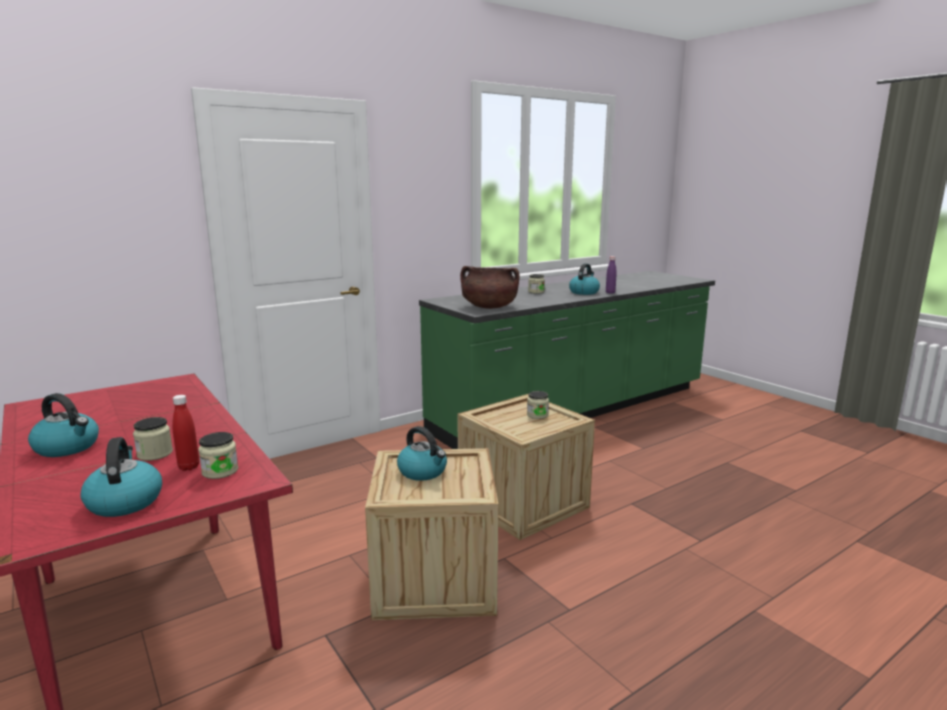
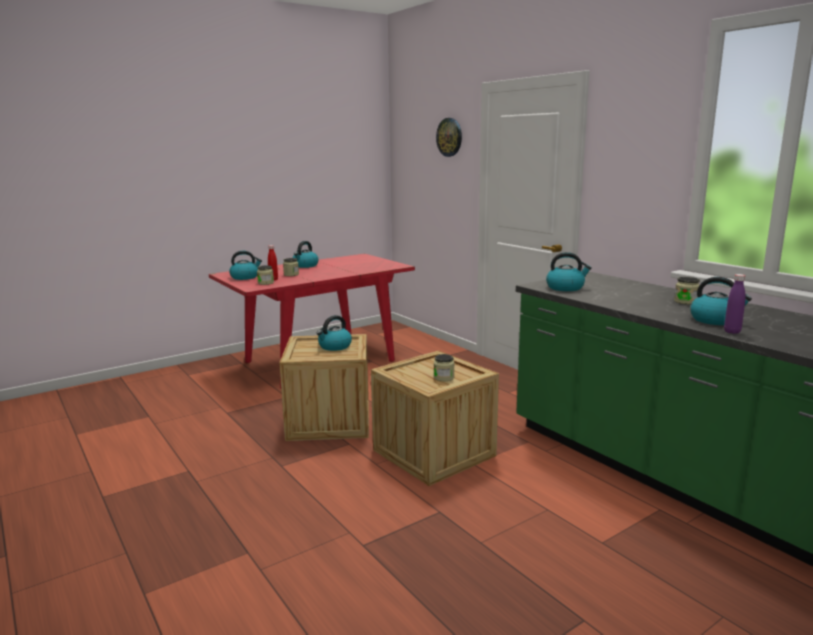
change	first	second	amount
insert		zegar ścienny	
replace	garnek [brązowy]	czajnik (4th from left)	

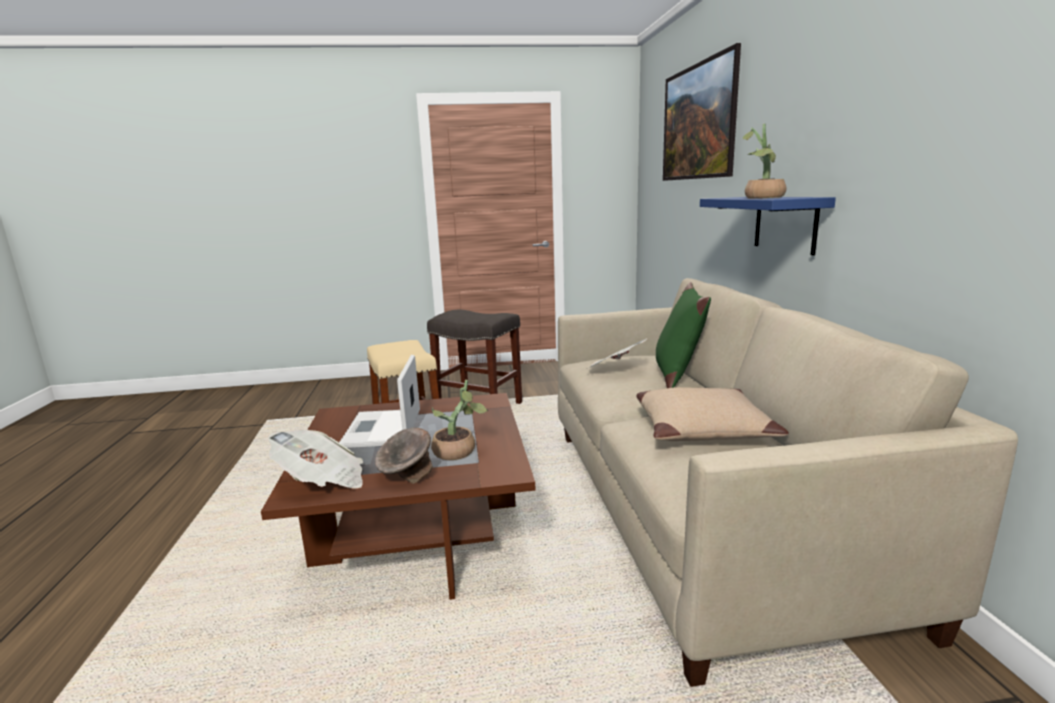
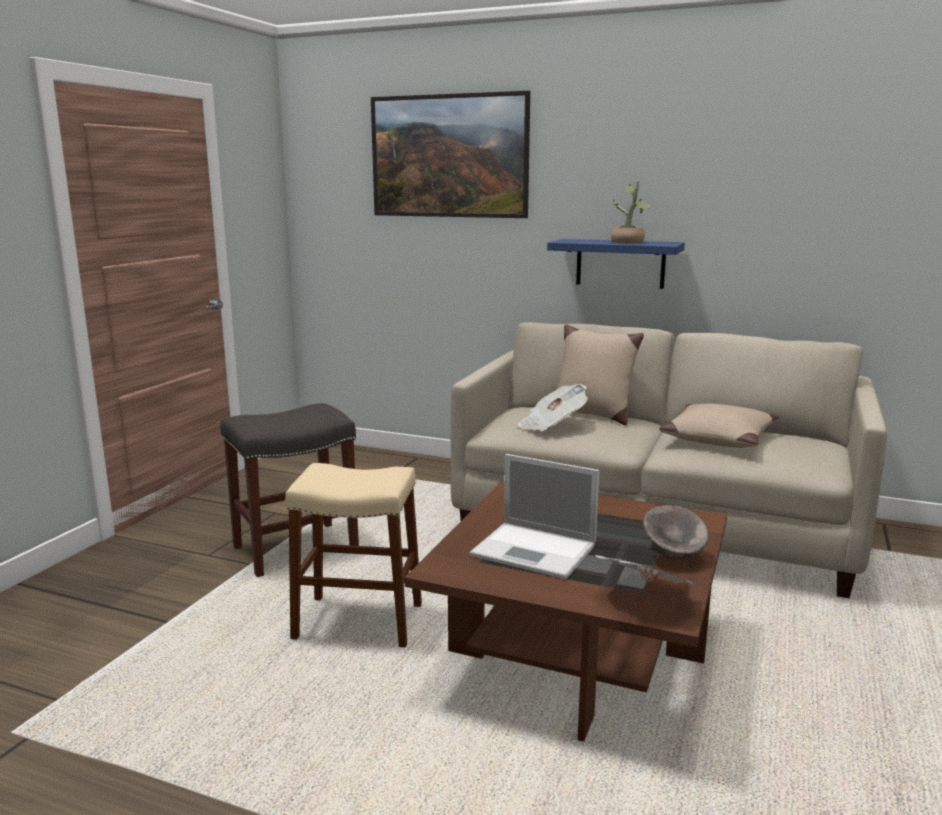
change	first	second	amount
recolor	poduszka [zielony]	poduszka [beżowy] (1st from left)	
delete	roślina doniczkowa (1st from left)		

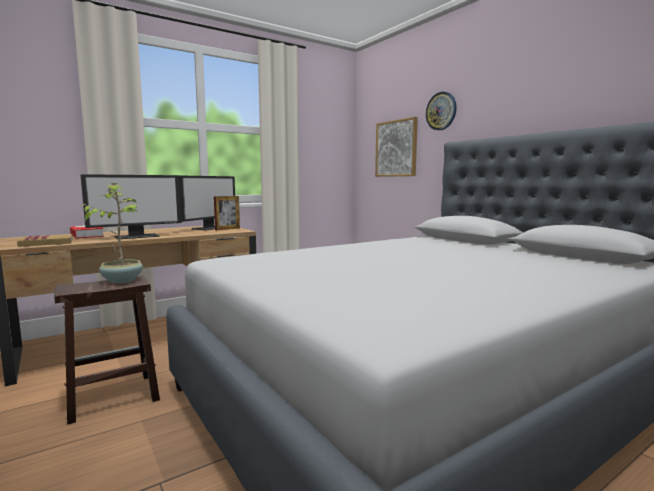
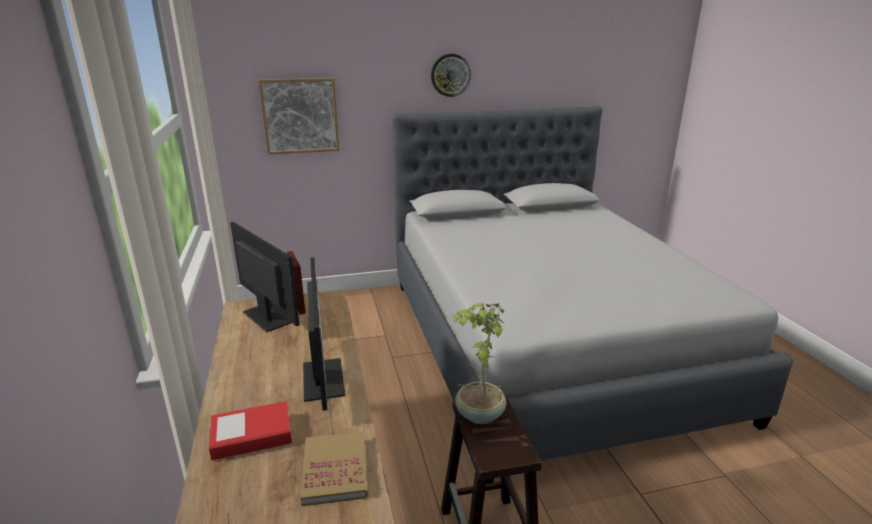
change	first	second	amount
move	zegar ścienny		

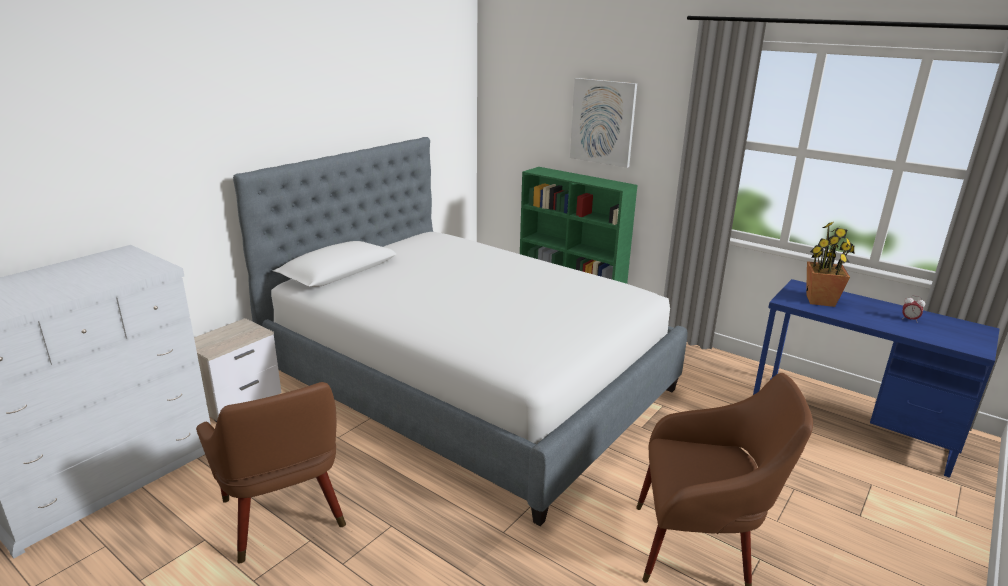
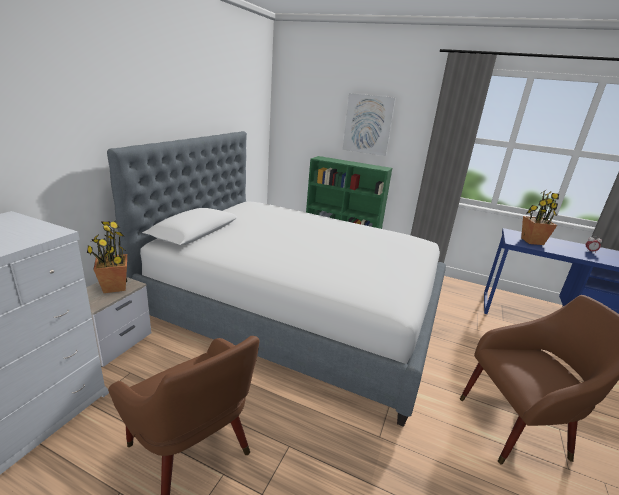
change	first	second	amount
insert		roślina doniczkowa (1st from left)	

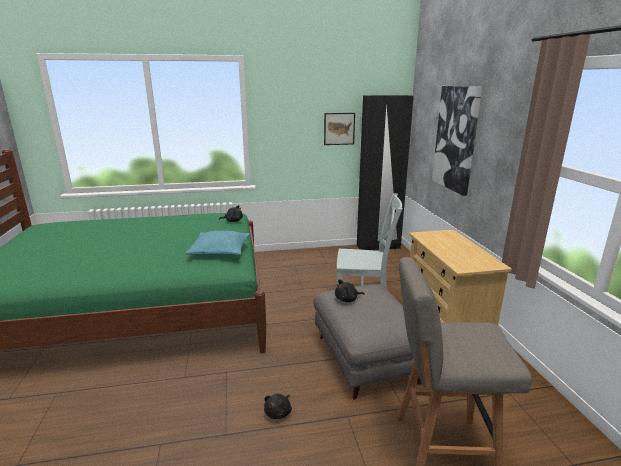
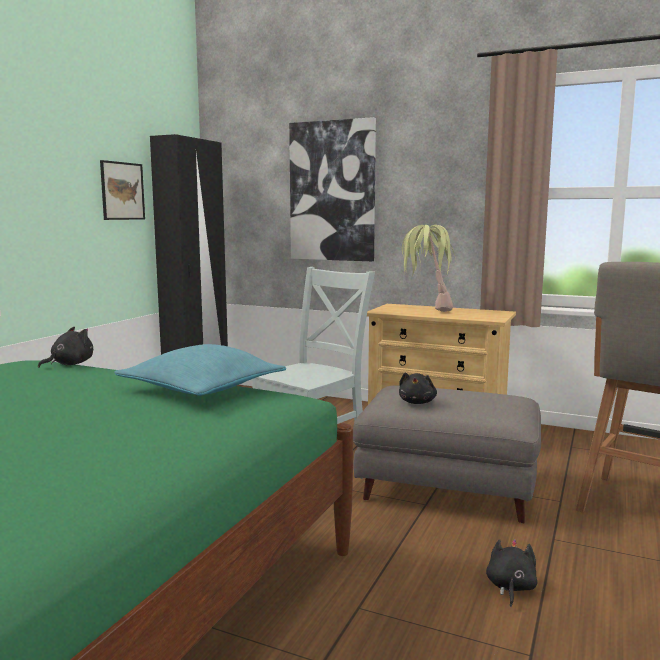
change	first	second	amount
insert		roślina doniczkowa	
rotate	pluszak [czarny] (2nd from left in the first image)	pluszak [czarny] (3rd from left)	135 degrees counterclockwise

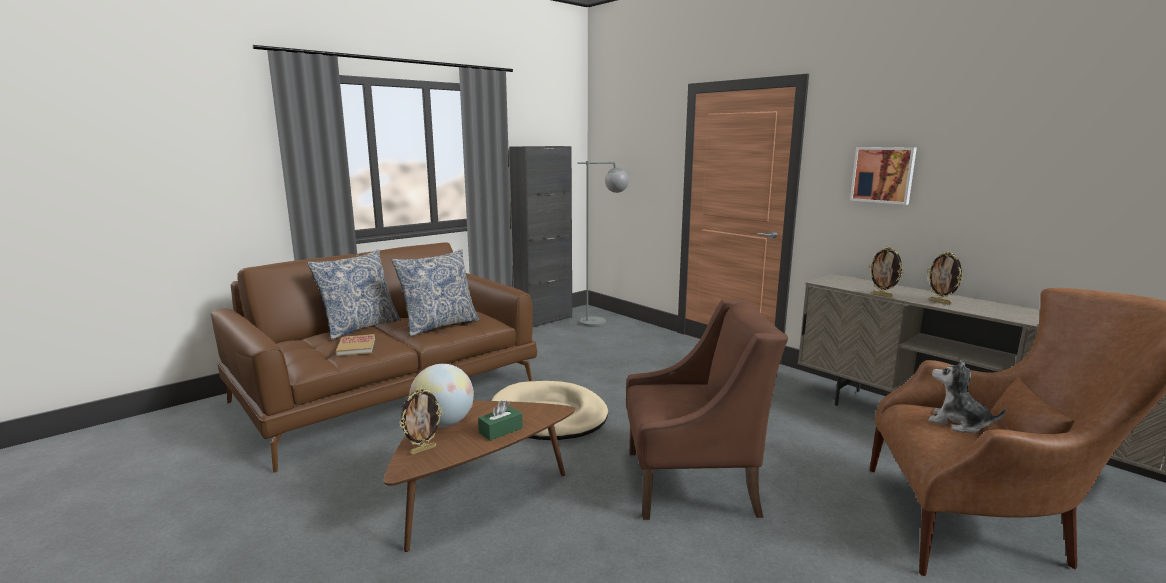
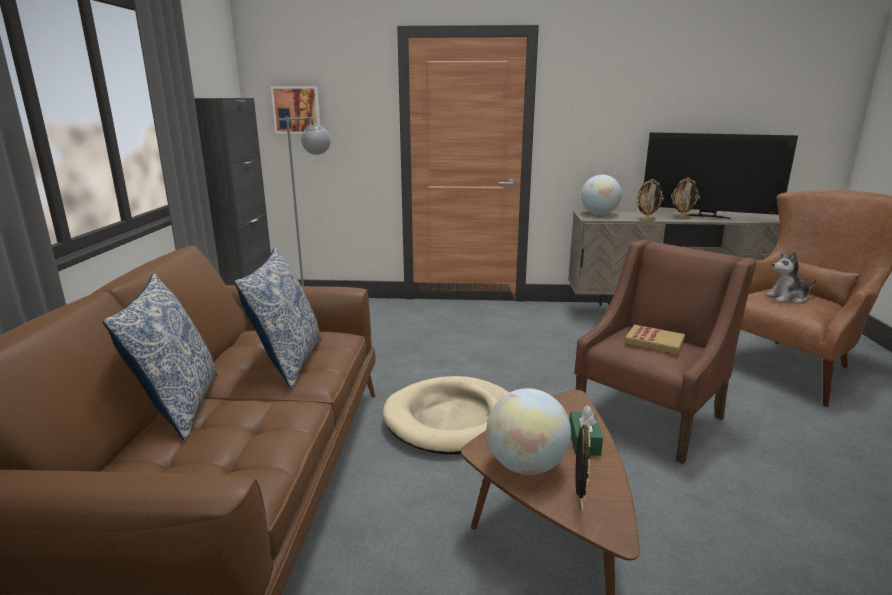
change	first	second	amount
move	obraz		
insert		globus (2nd from left)	
move	książka		
insert		telewizor	

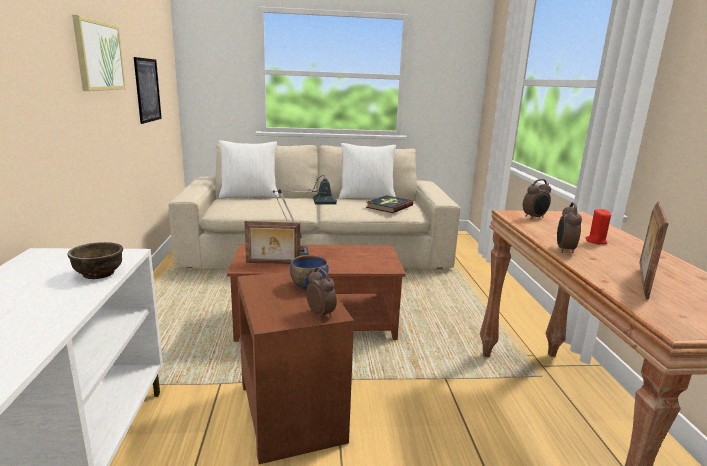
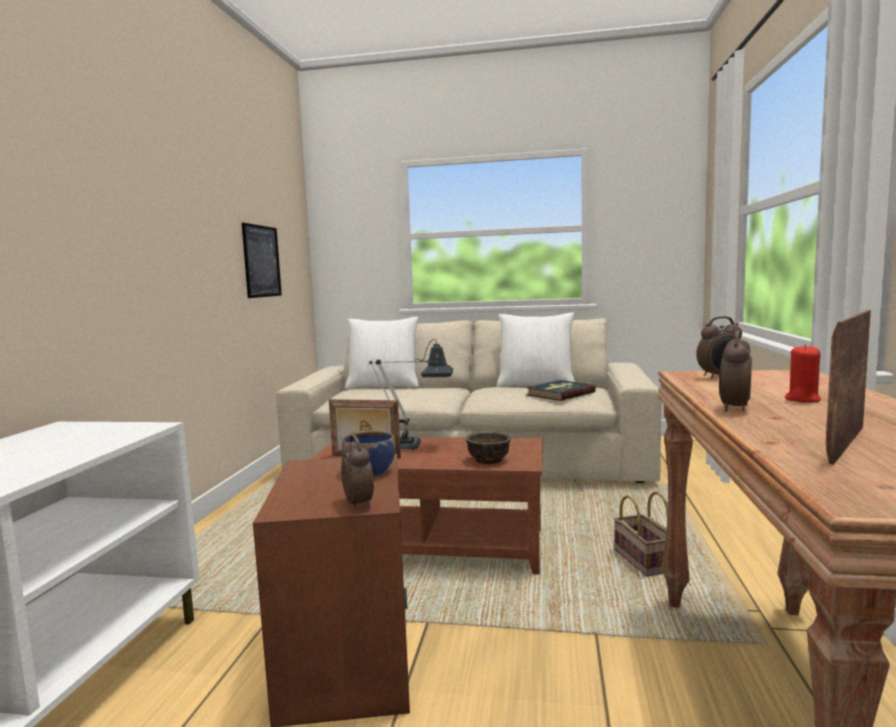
change	first	second	amount
move	miska [brązowy]		
insert		koszyk	
delete	obraz (1st from left)		

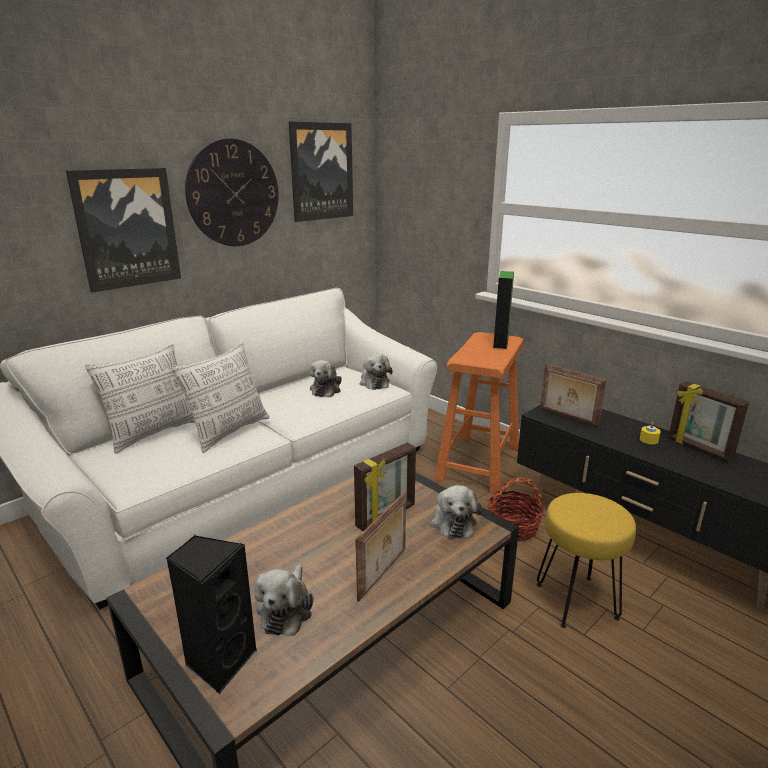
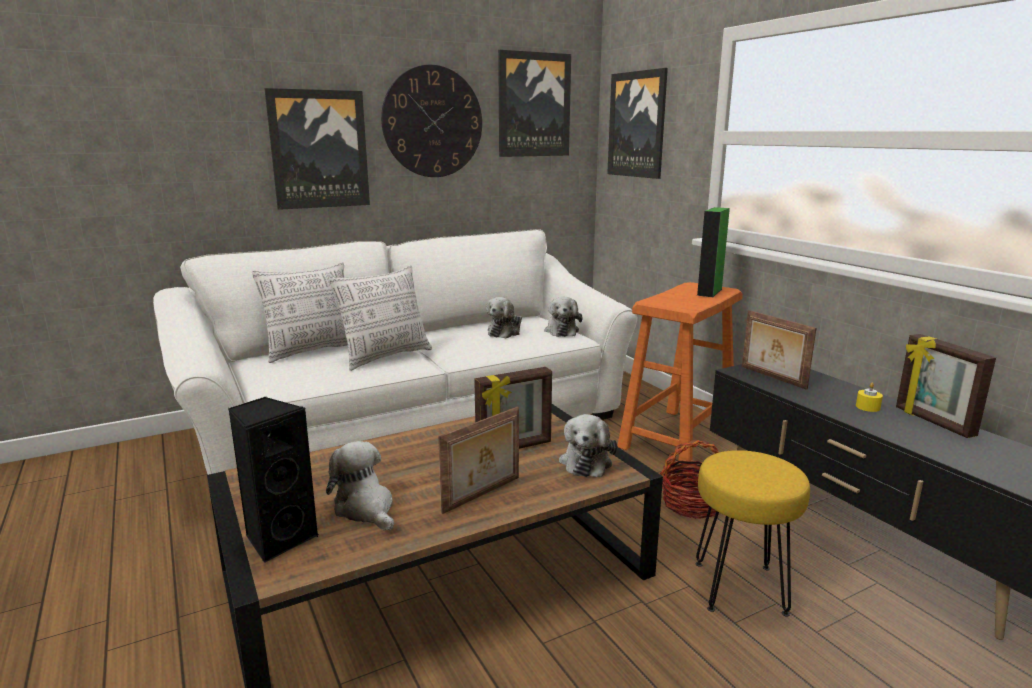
change	first	second	amount
rotate	pluszak (1st from left)		120 degrees clockwise
insert		obraz (3rd from left)	

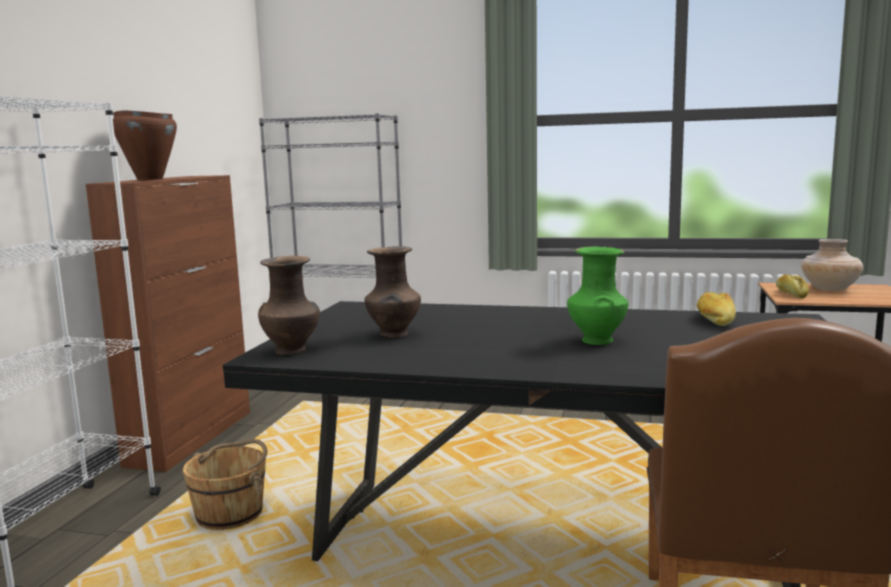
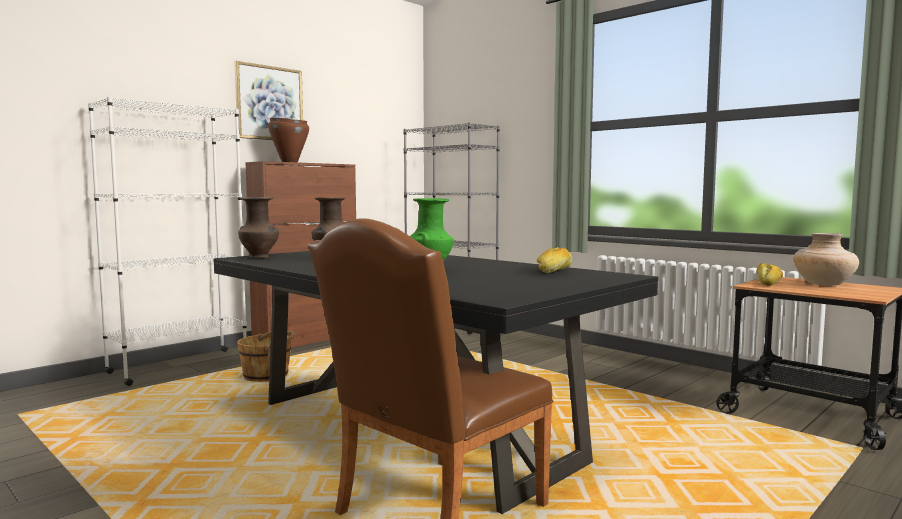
change	first	second	amount
insert		obraz	

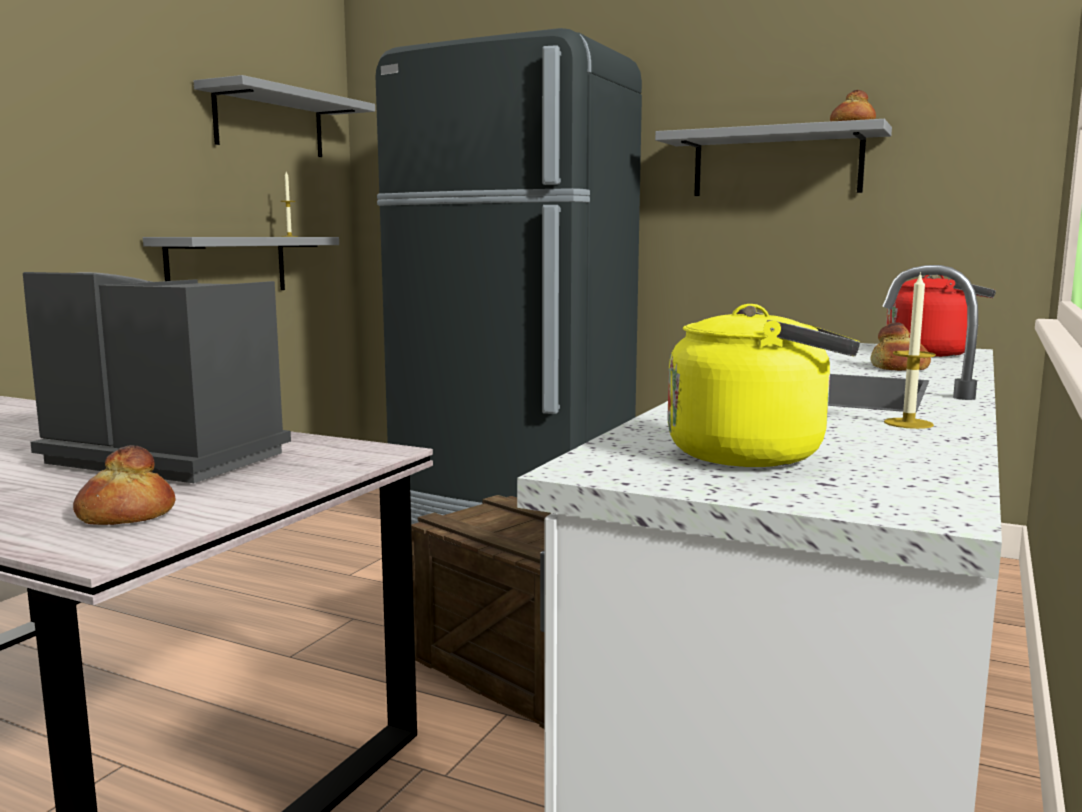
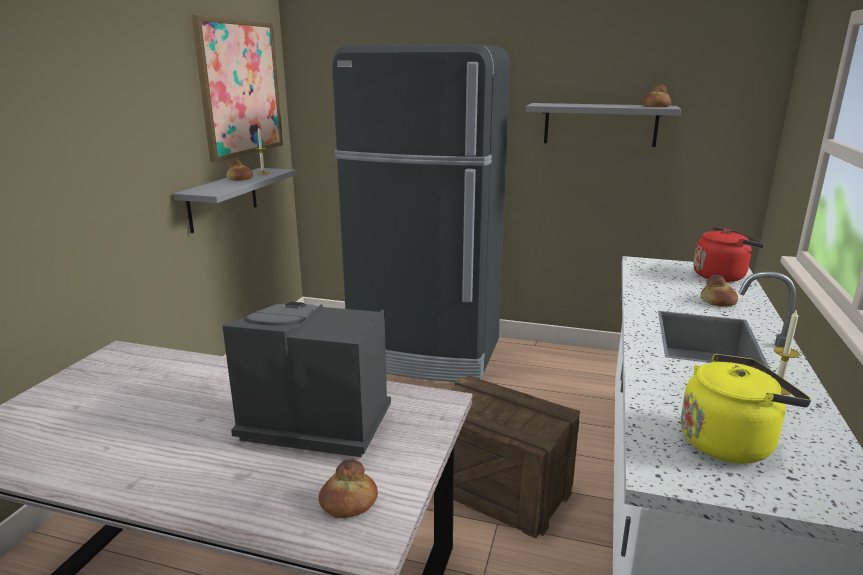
change	first	second	amount
replace	półka [szary] (2nd from left)	obraz	
insert		chleb (1st from left)	

